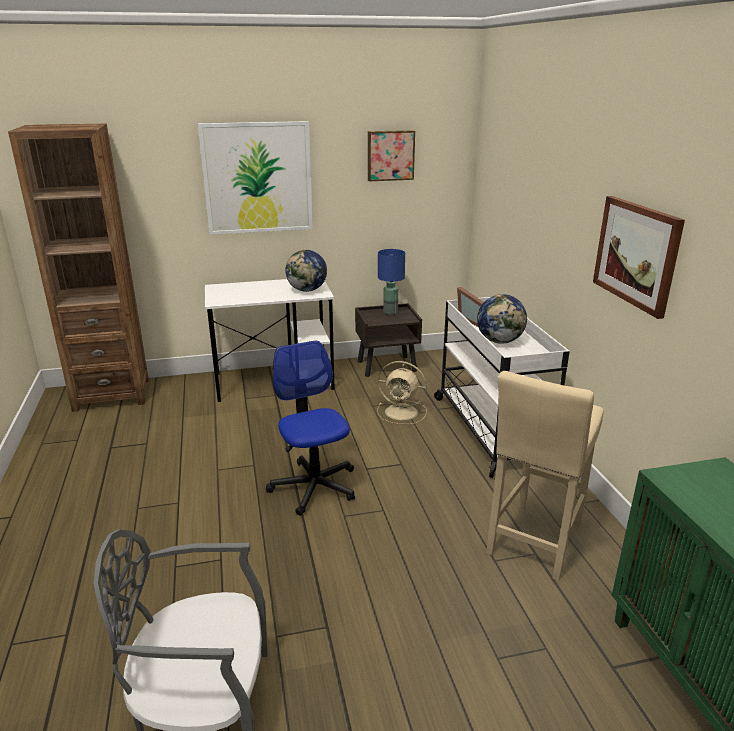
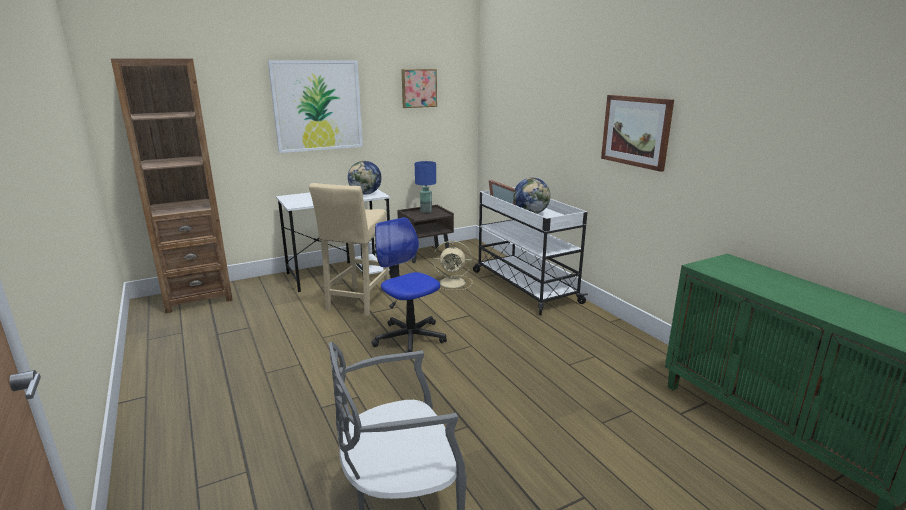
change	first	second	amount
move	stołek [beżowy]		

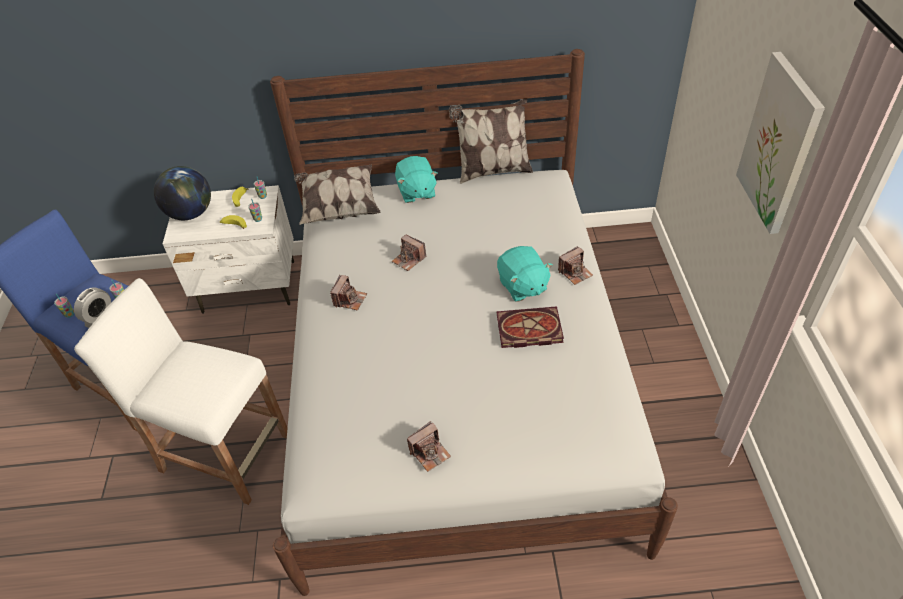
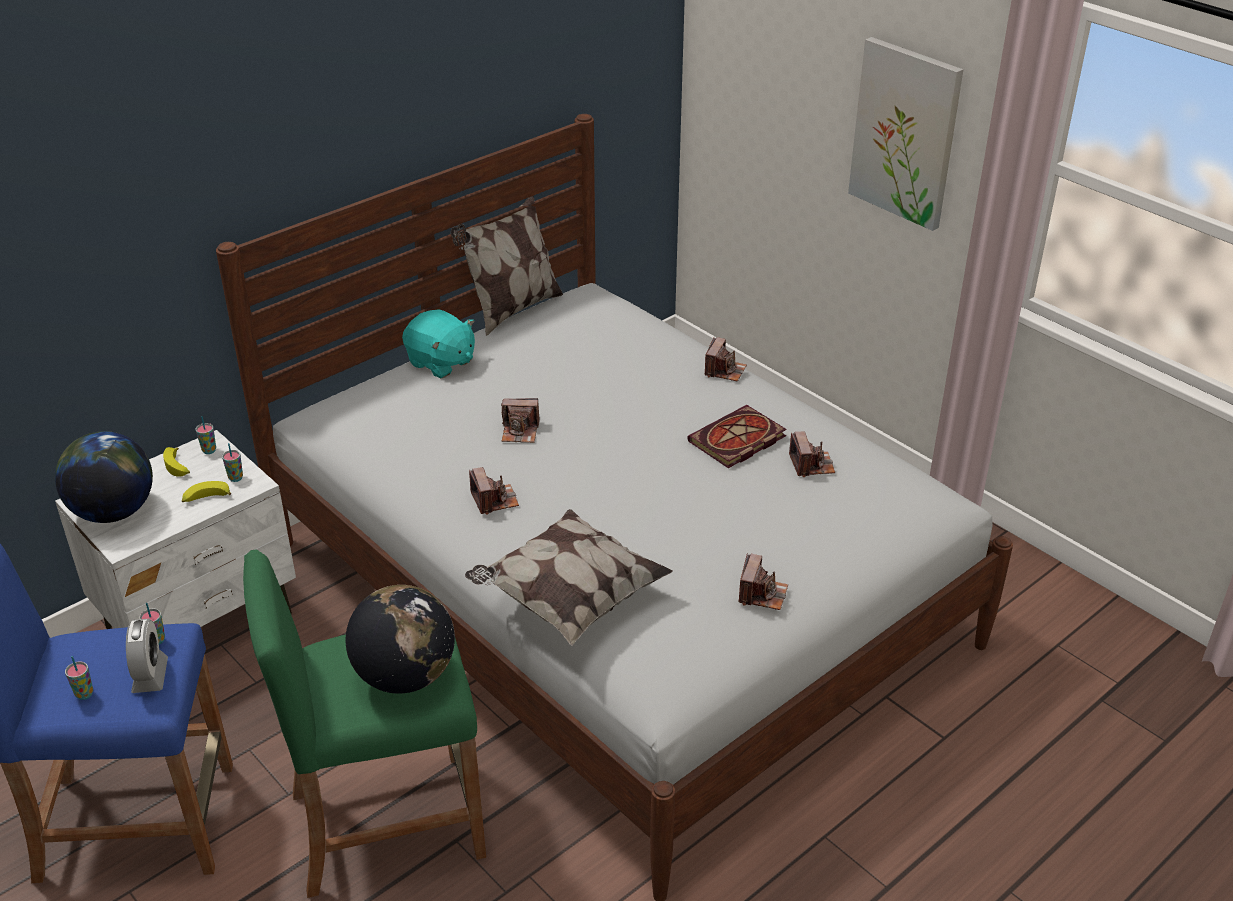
change	first	second	amount
recolor	stołek [biały]	stołek [zielony]	
insert		globus (2nd from left)	
move	poduszka (1st from left in the first image)	poduszka (2nd from left)	
insert		aparat fotograficzny (5th from left)	
delete	pluszak [turkusowy] (2nd from left)		

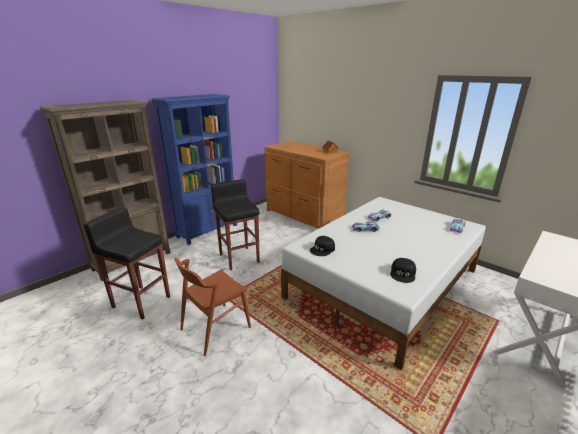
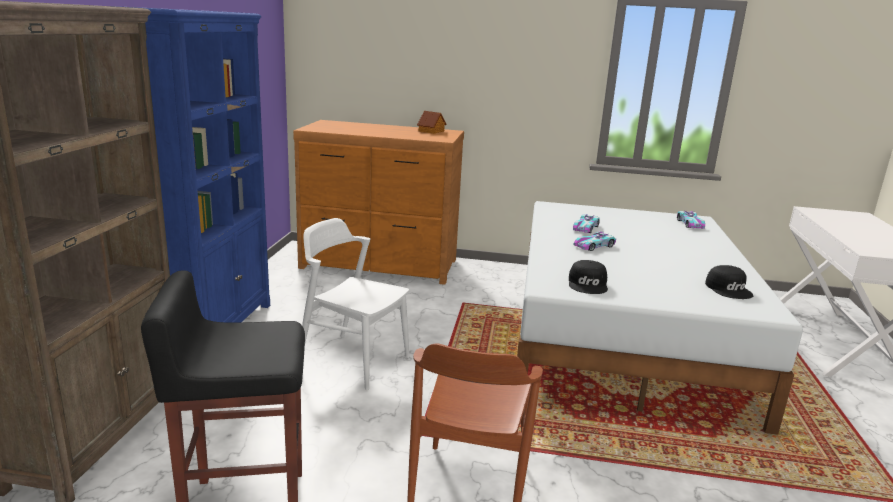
change	first	second	amount
replace	stołek [czarny] (2nd from left)	krzesło [biały]	

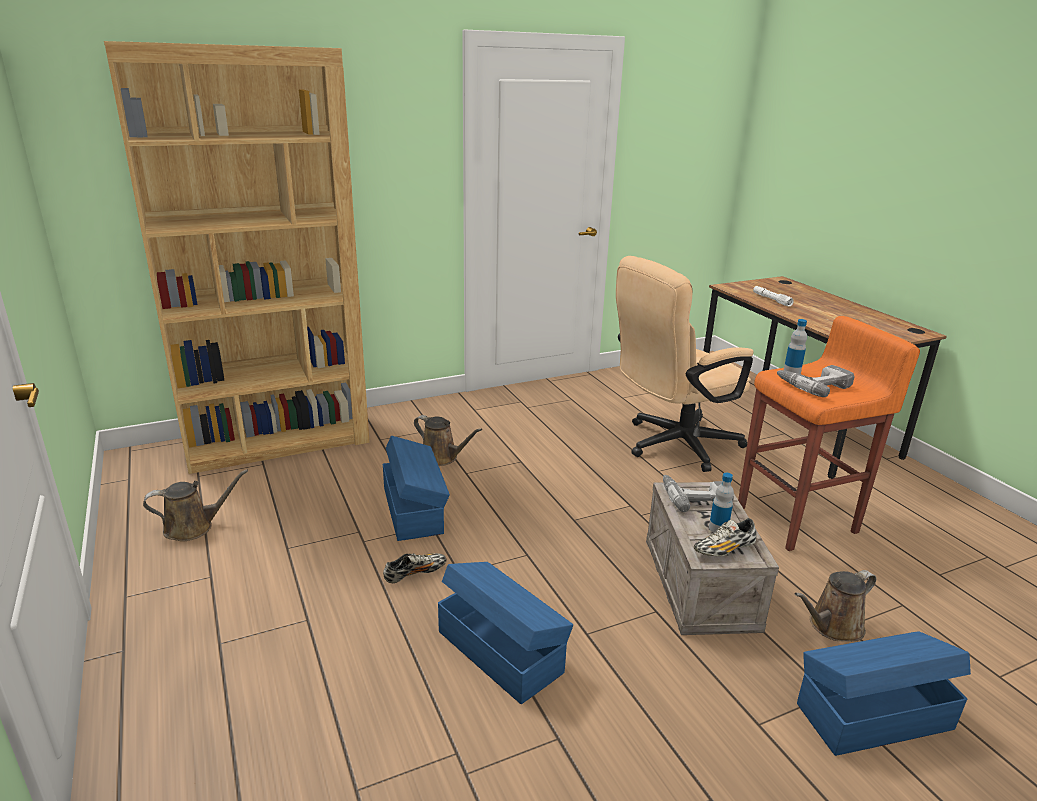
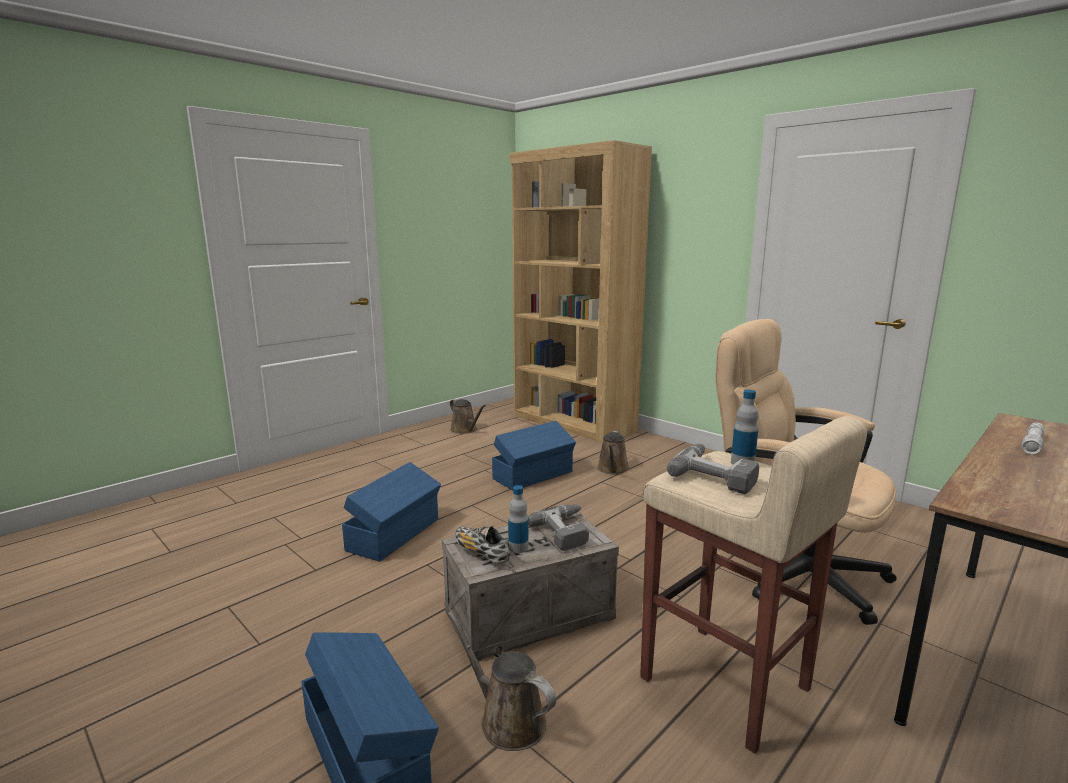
change	first	second	amount
recolor	stołek [pomarańczowy]	stołek [beżowy]	
delete	but (1st from left)		

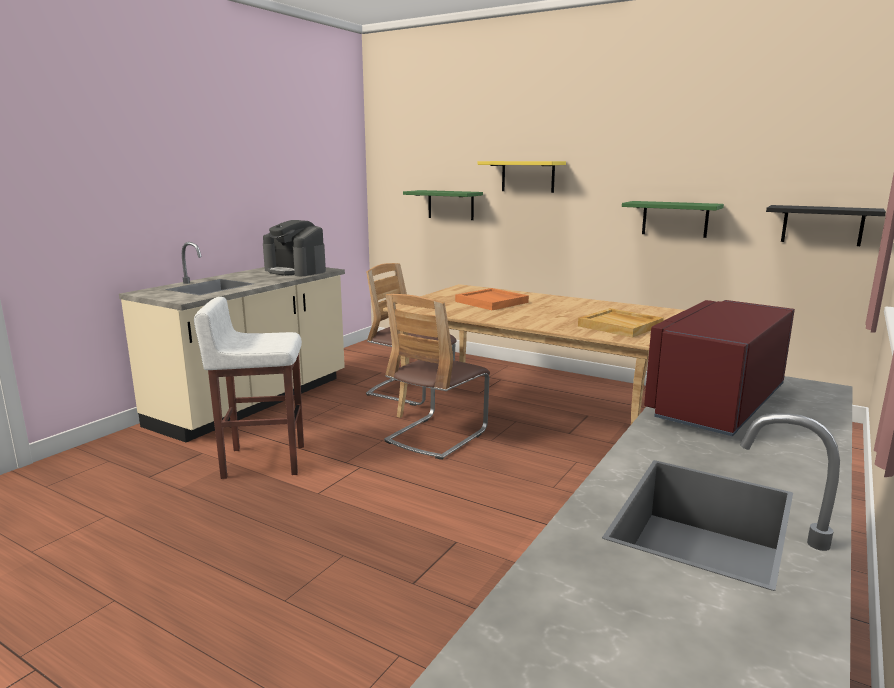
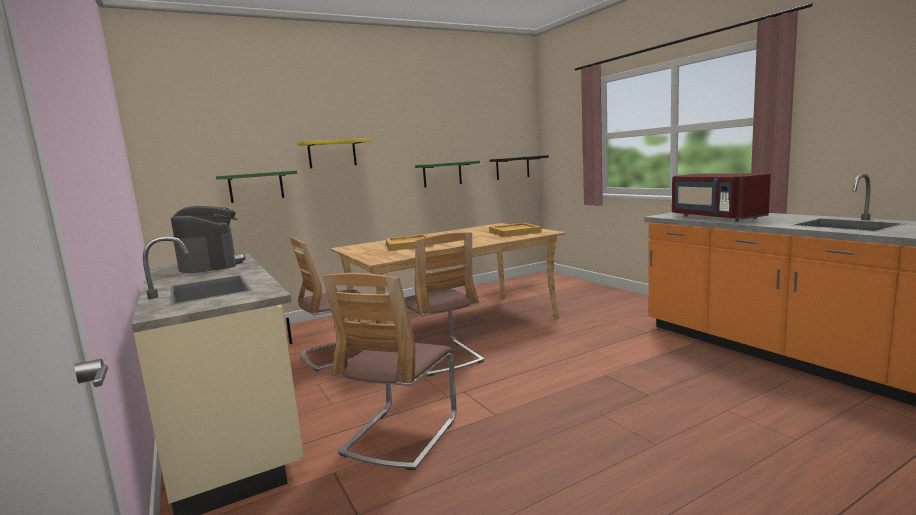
change	first	second	amount
rotate	ekspres do kawy		90 degrees counterclockwise
replace	stołek [biały]	krzesło (2nd from left)	
recolor	taca [pomarańczowy]	taca [beżowy] (1st from left)	

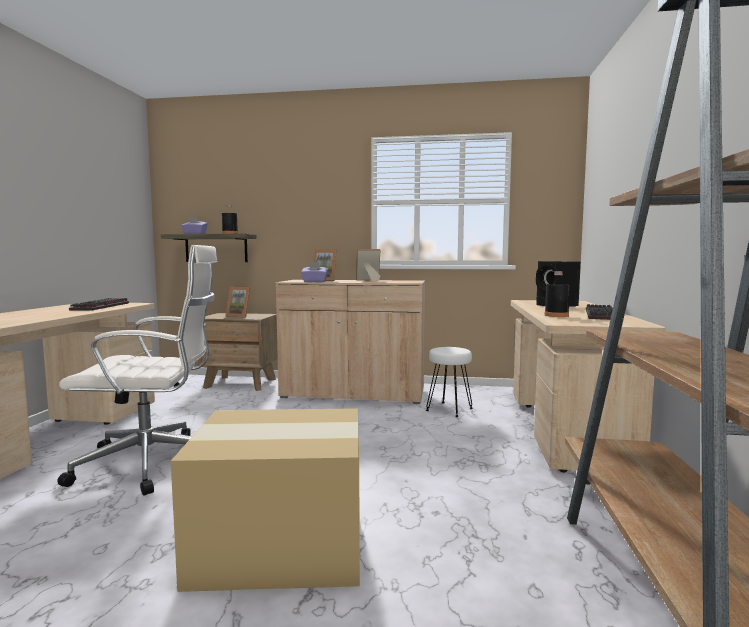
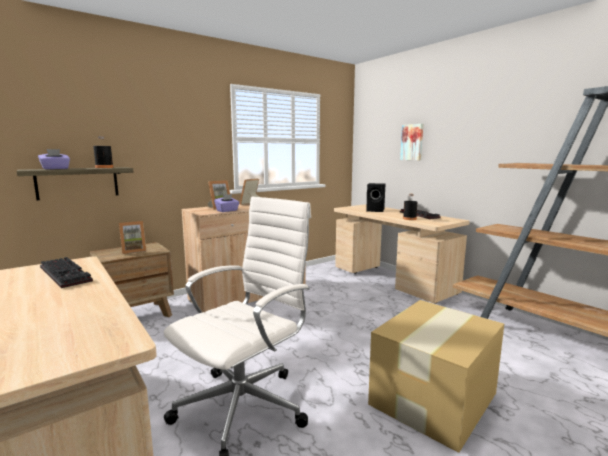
change	first	second	amount
insert		obraz	
delete	stołek [biały]		

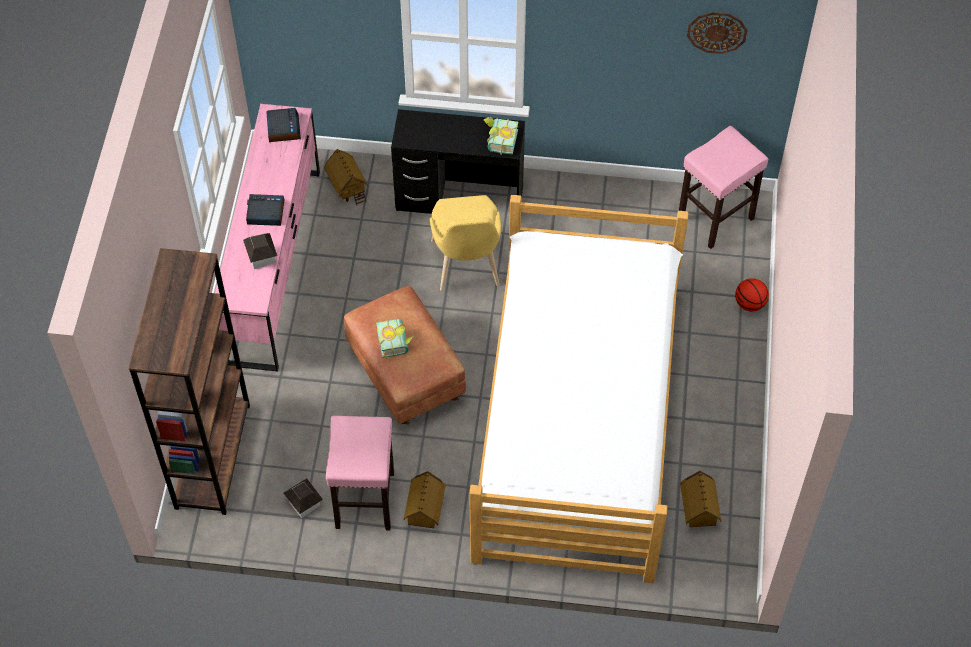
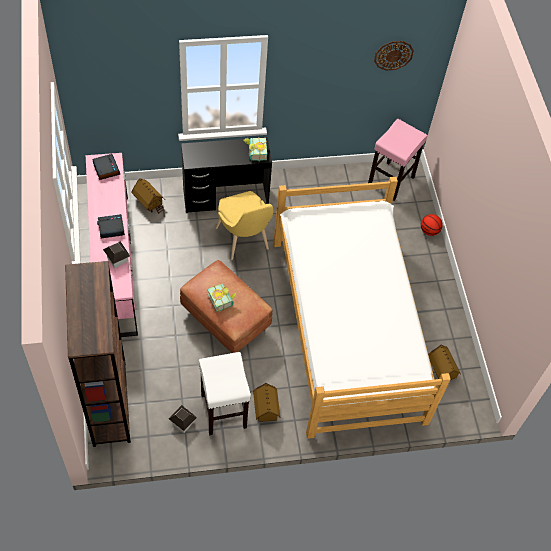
change	first	second	amount
recolor	stołek [różowy] (1st from left)	stołek [biały]	

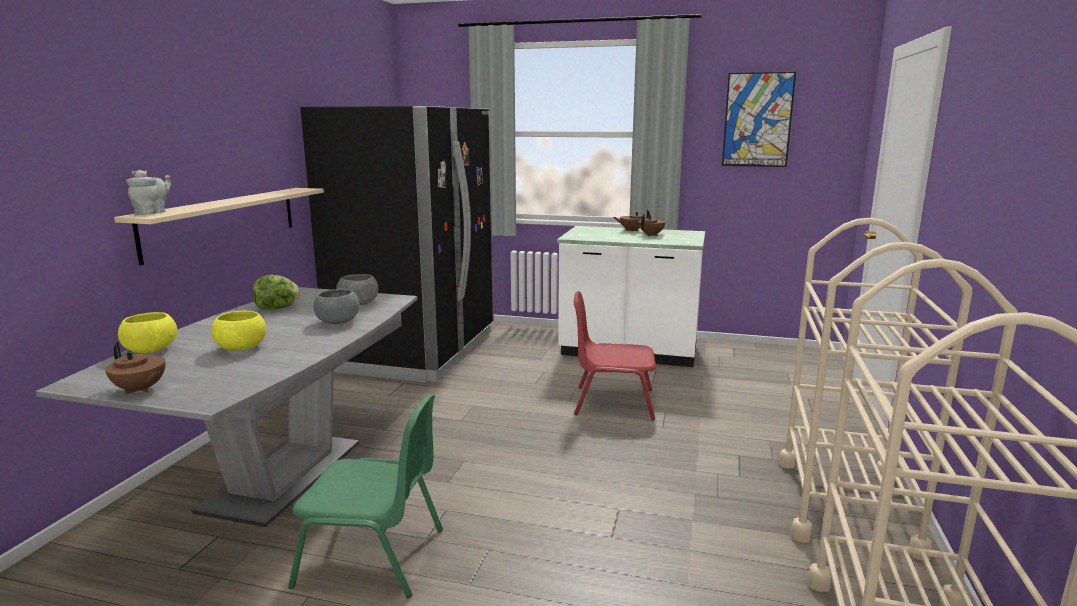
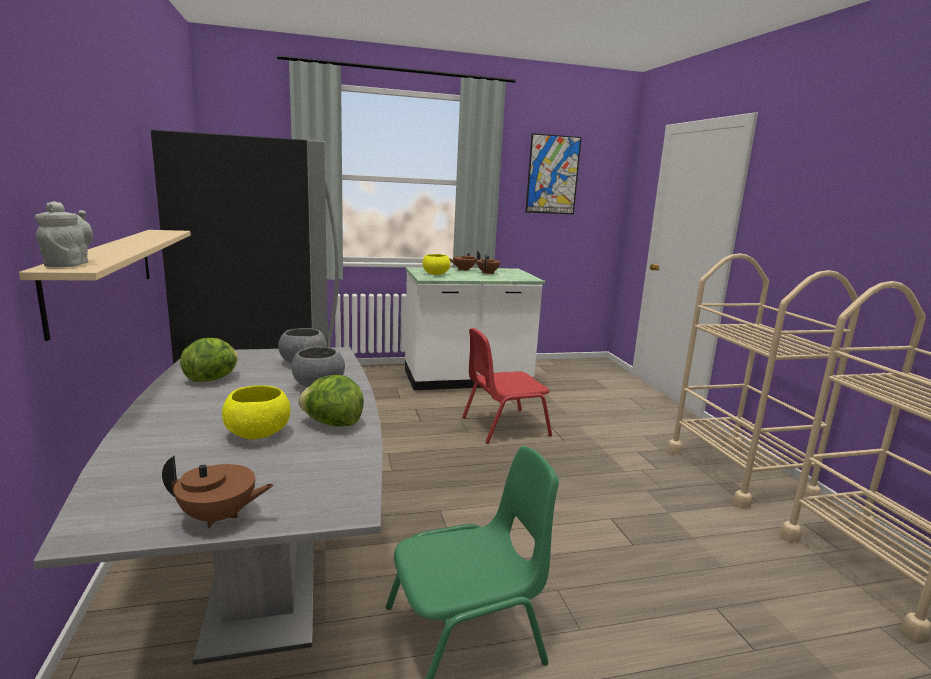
change	first	second	amount
insert		sałata (2nd from left)	
move	miska [żółty] (1st from left in the first image)	miska [żółty] (2nd from left)	

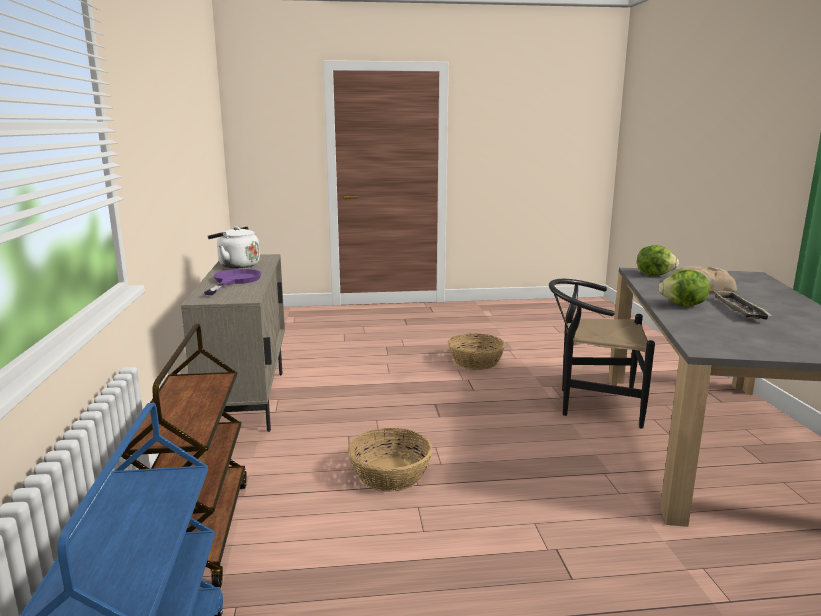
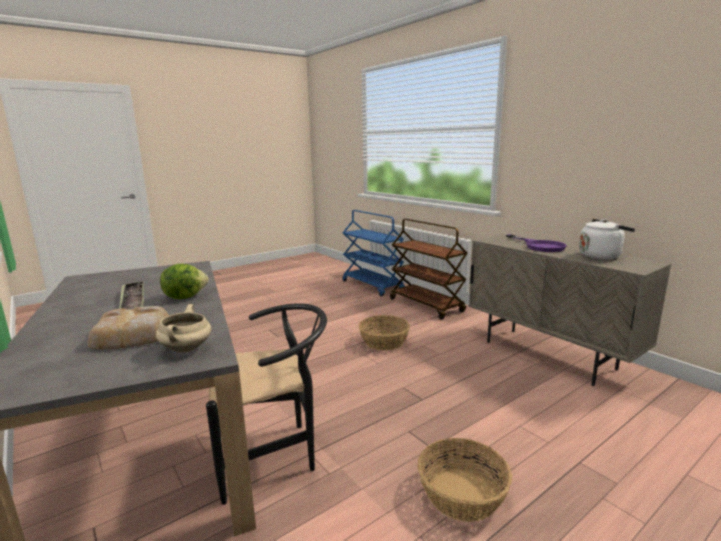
change	first	second	amount
replace	sałata (1st from left)	garnek [beżowy]	

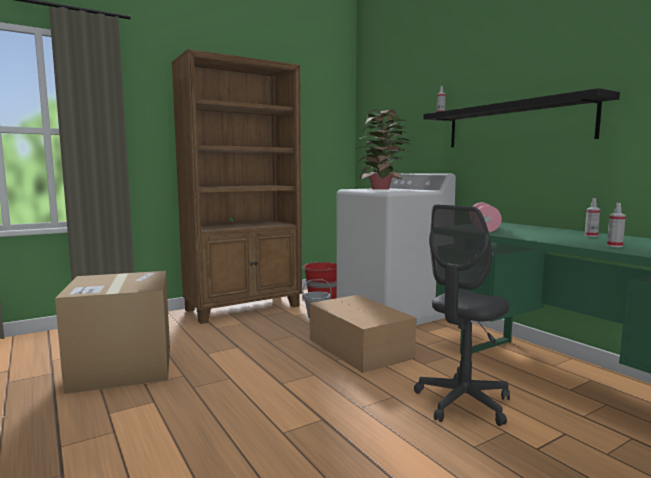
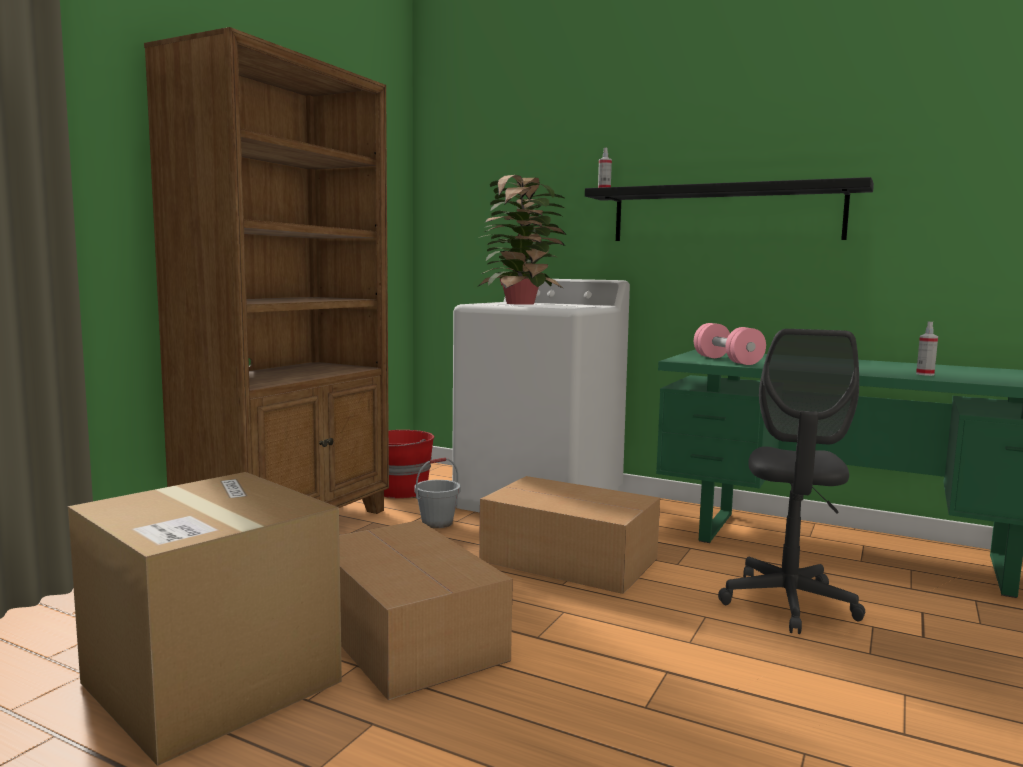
change	first	second	amount
insert		karton (2nd from left)	
delete	spryskiwacz (2nd from left)		

